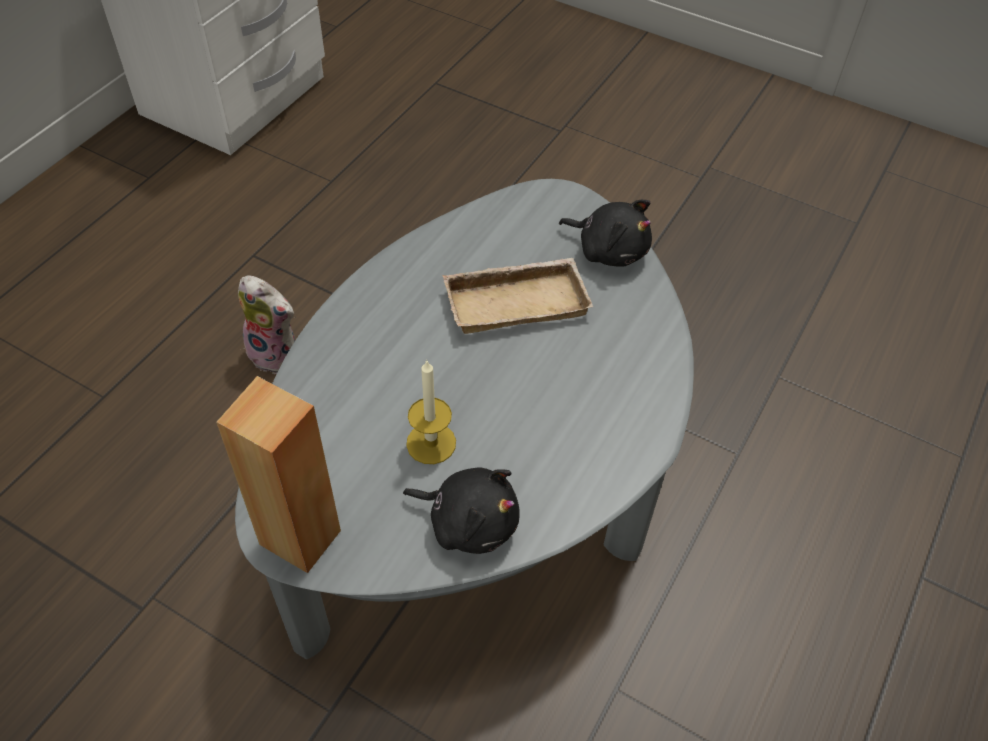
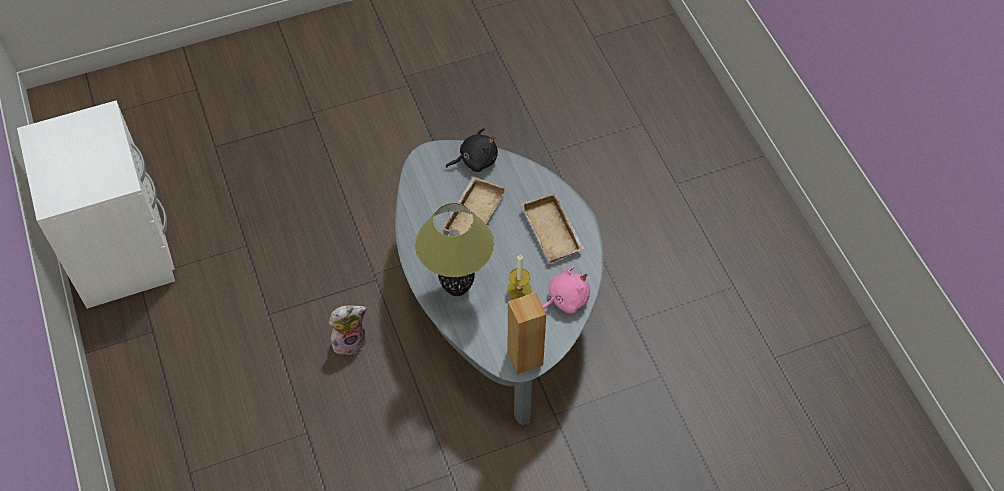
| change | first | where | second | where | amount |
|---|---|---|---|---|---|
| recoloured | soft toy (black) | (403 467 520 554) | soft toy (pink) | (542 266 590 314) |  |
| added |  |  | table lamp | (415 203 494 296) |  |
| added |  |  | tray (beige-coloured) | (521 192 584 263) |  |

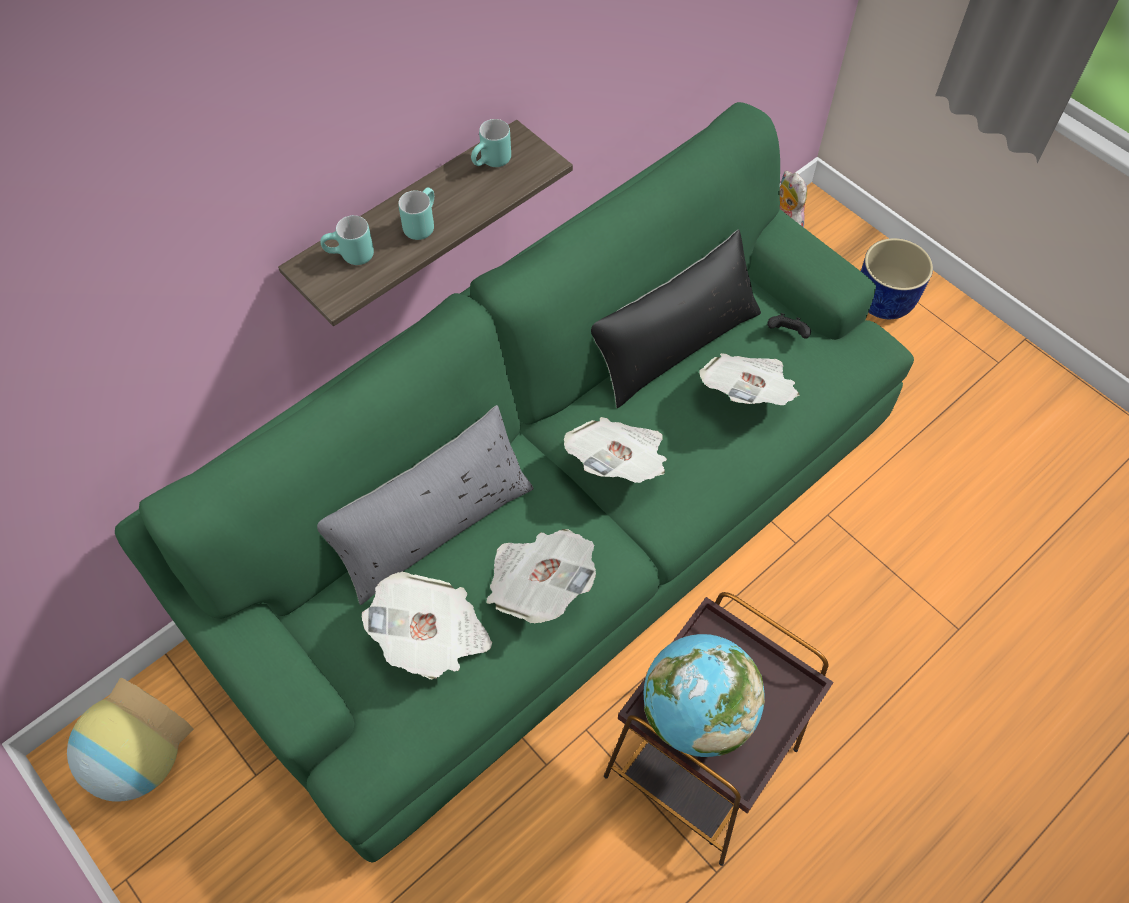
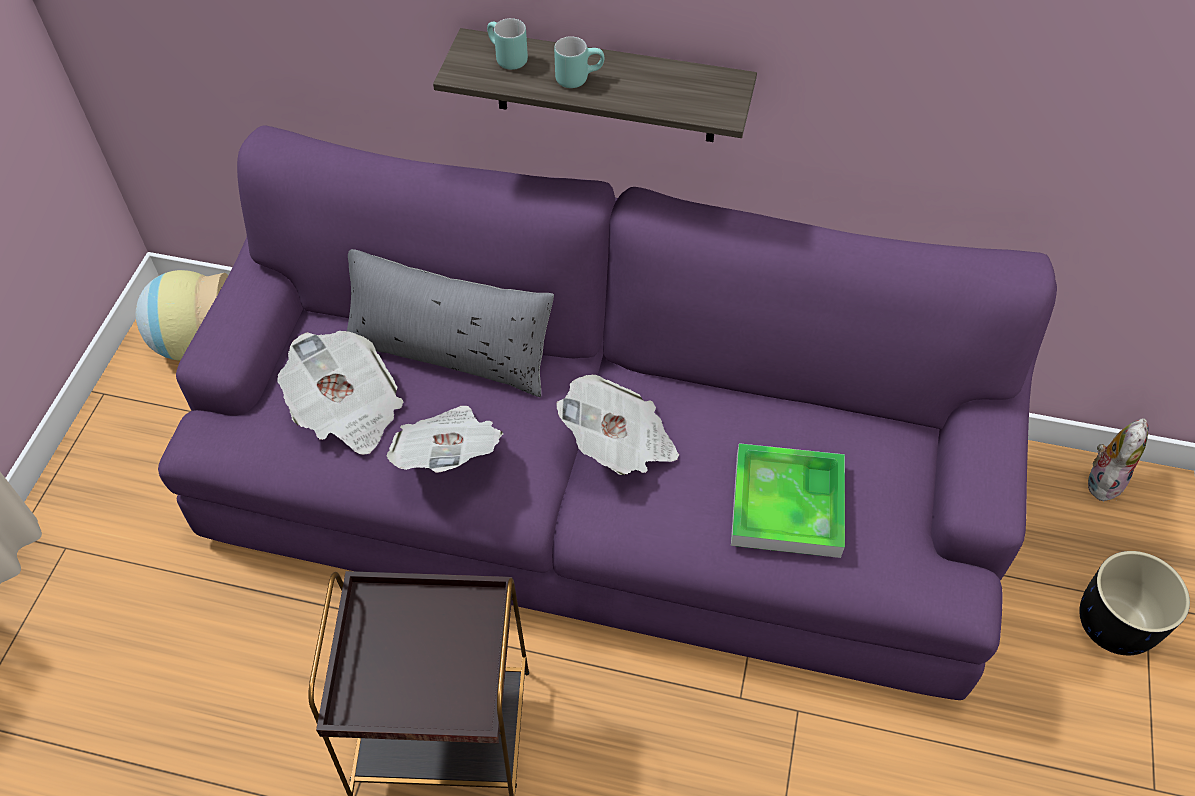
| change | first | where | second | where | amount |
|---|---|---|---|---|---|
| recoloured | settee (green) | (115 102 914 863) | settee (purplish) | (158 126 1057 700) |  |
| removed | tea mug (blue-green) | (471 119 511 167) |  |  |  |
| removed | pillow (black) | (591 229 761 408) |  |  |  |
| removed | world globe | (644 634 765 757) |  |  |  |
| replaced | daily paper | (699 353 800 405) | tray | (731 443 845 558) |  |
| removed | joypad (black) | (767 313 811 339) |  |  |  |
| recoloured | flower pot (bluish) | (861 238 933 319) | flower pot (black) | (1079 551 1190 655) |  |

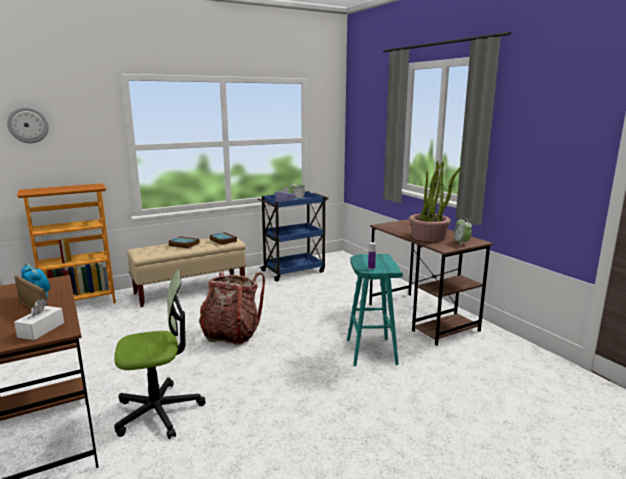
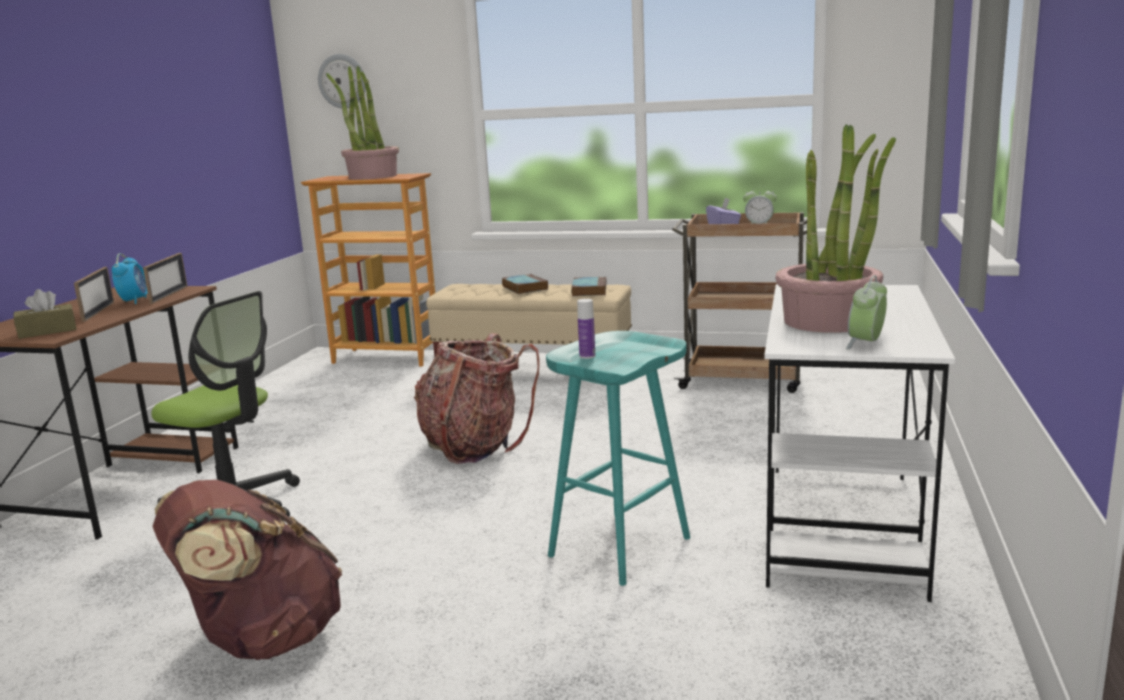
| change | first | where | second | where | amount |
|---|---|---|---|---|---|
| recoloured | tissue holder (white) | (14 299 64 340) | tissue holder (brownish) | (14 289 76 339) |  |
| recoloured | wheeled cart (bluish) | (258 191 329 281) | wheeled cart (brownish) | (672 212 807 393) |  |
| recoloured | desk table (brownish) | (369 219 493 346) | desk table (white) | (764 284 955 602) |  |
| added |  |  | standing frame | (143 253 187 304) |  |
| added |  |  | rucksack (brownish) | (152 480 343 660) |  |
| added |  |  | plant in a pot | (326 66 399 180) |  |

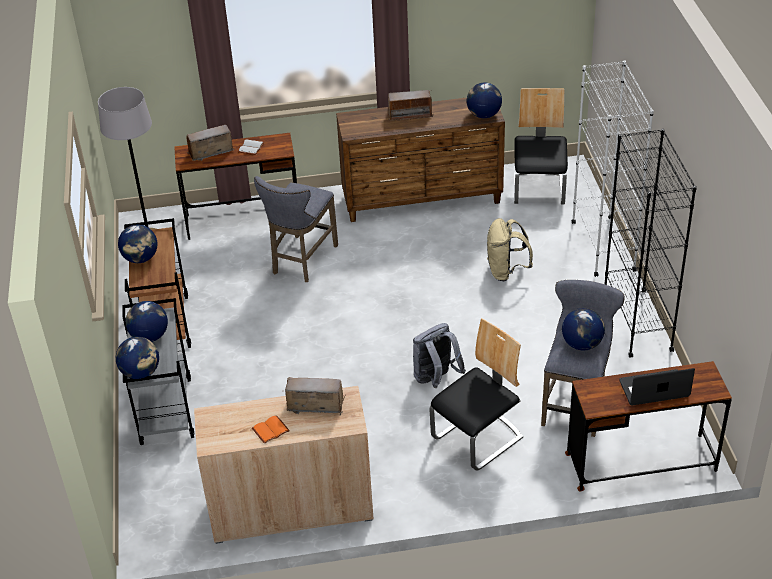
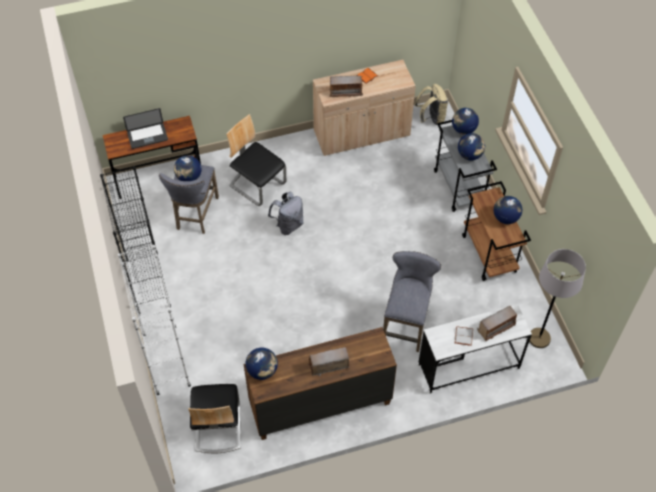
| change | first | where | second | where | amount |
|---|---|---|---|---|---|
| recoloured | desk table (brownish) | (174 133 297 240) | desk table (white) | (417 304 532 394) |  |
| turned | plain chair | (429 318 523 471) |  | (226 114 286 206) | 90 degrees clockwise |
| moved | rucksack (beige-coloured) | (487 218 533 281) |  | (415 84 448 125) |  |

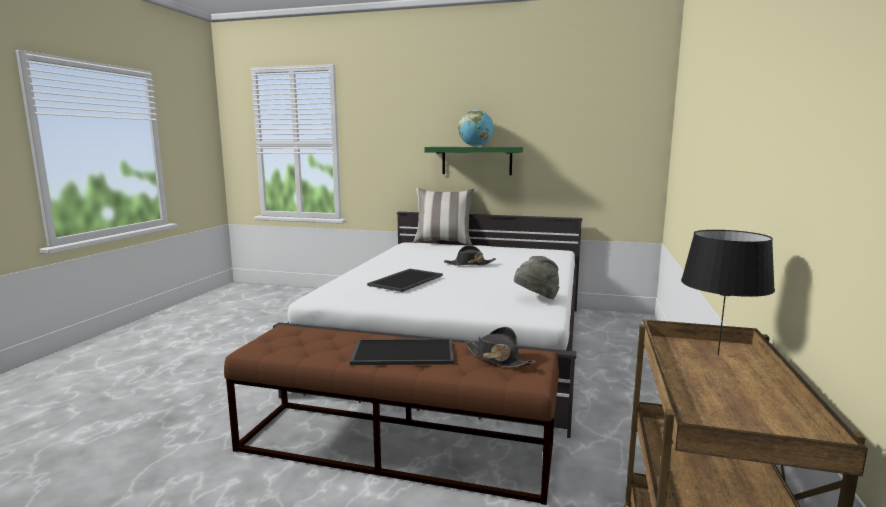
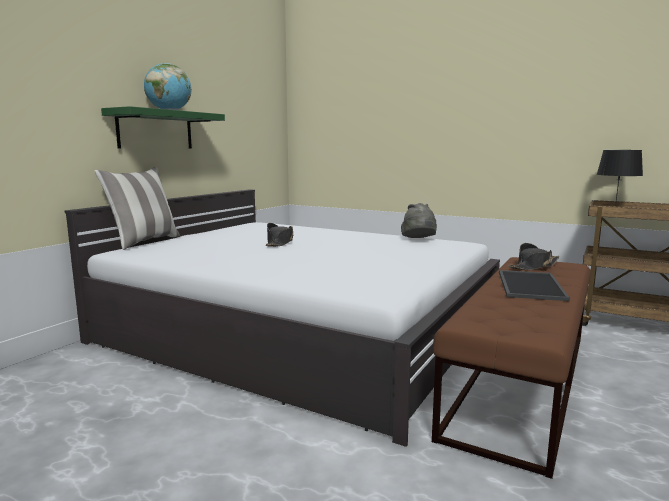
| change | first | where | second | where | amount |
|---|---|---|---|---|---|
| removed | tray | (367 269 443 292) |  |  |  |

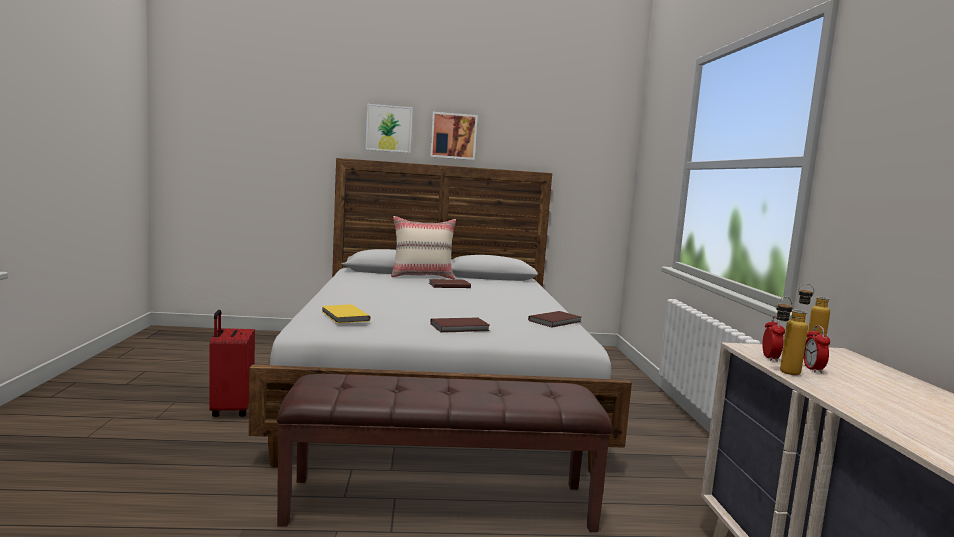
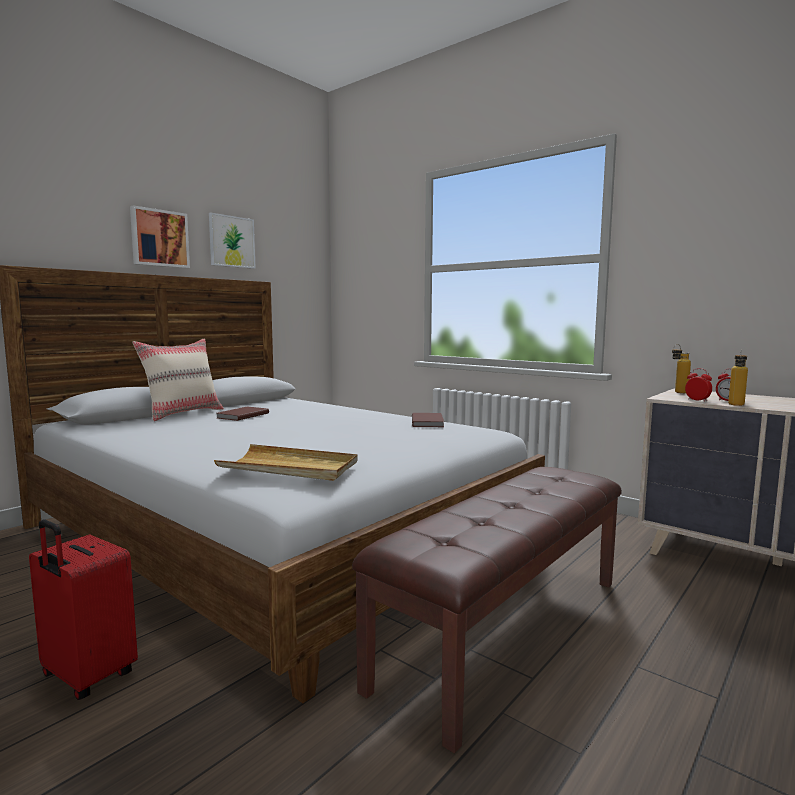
| change | first | where | second | where | amount |
|---|---|---|---|---|---|
| replaced | book (yellow) | (322 304 371 323) | tray (beige-coloured) | (214 444 358 481) |  |
| moved | picture | (366 104 413 153) |  | (209 212 256 269) |  |
| removed | book (brownish) | (430 317 489 333) |  |  |  |

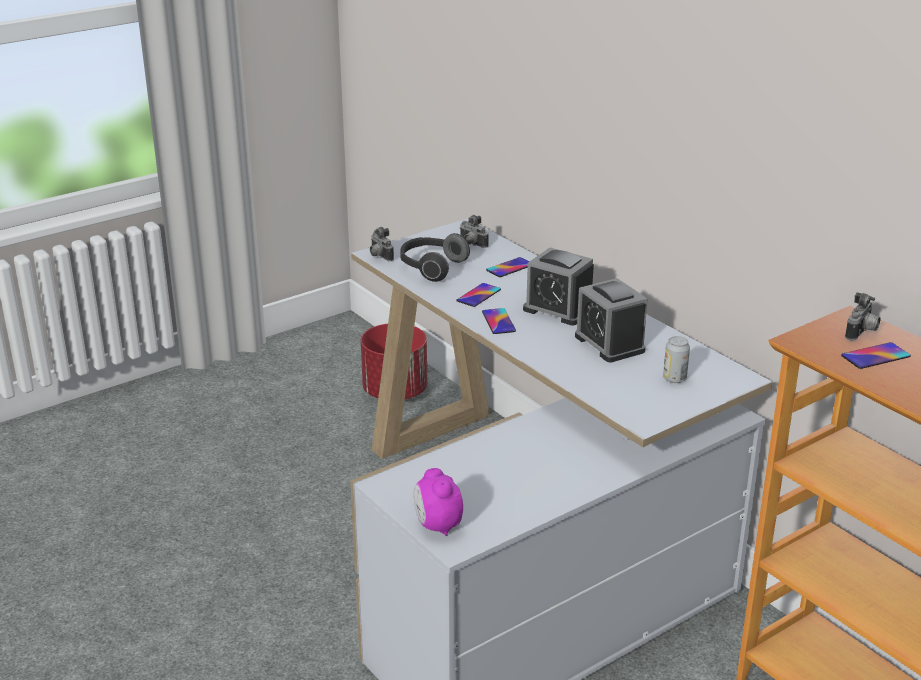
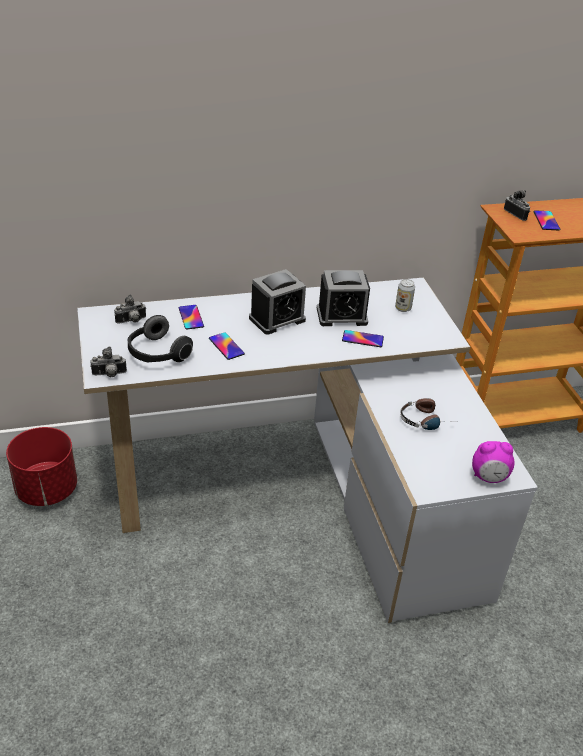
| change | first | where | second | where | amount |
|---|---|---|---|---|---|
| moved | telephone | (482 308 516 334) |  | (342 330 384 347) |  |
| added |  |  | headset | (400 398 453 430) |  |

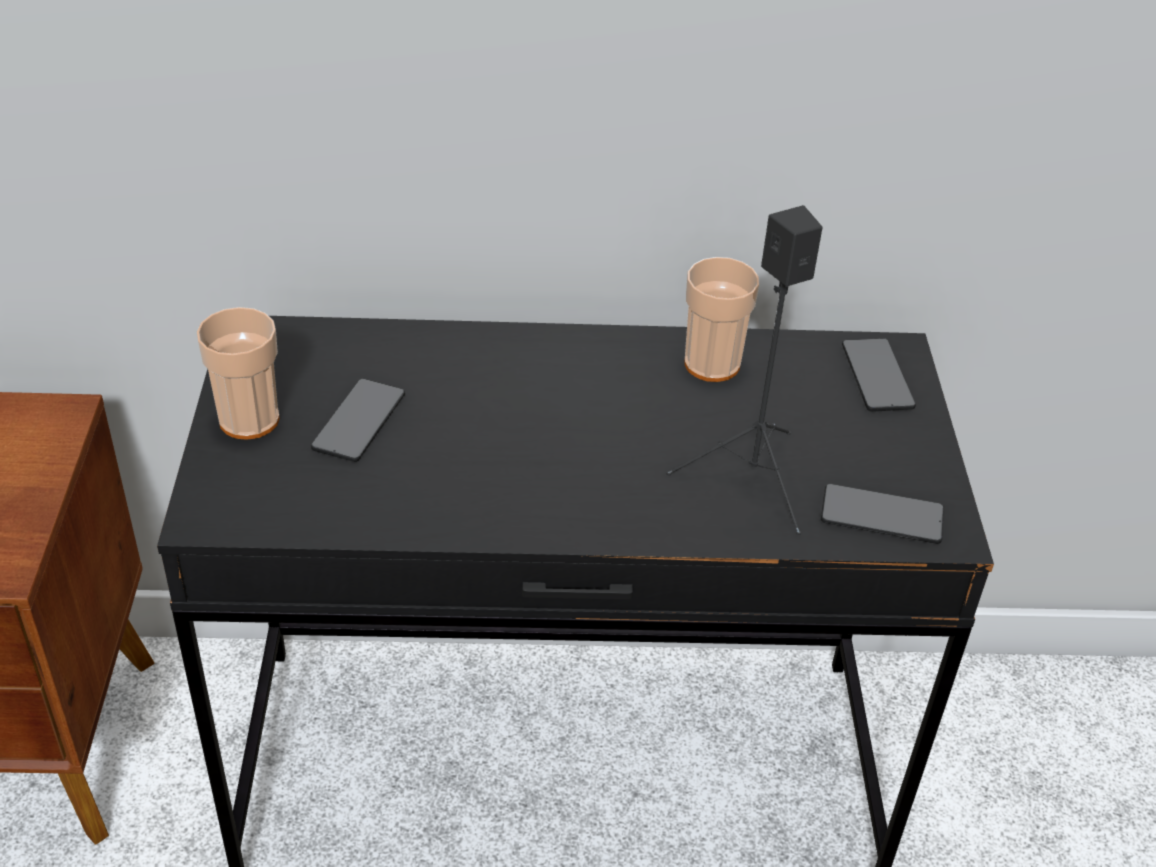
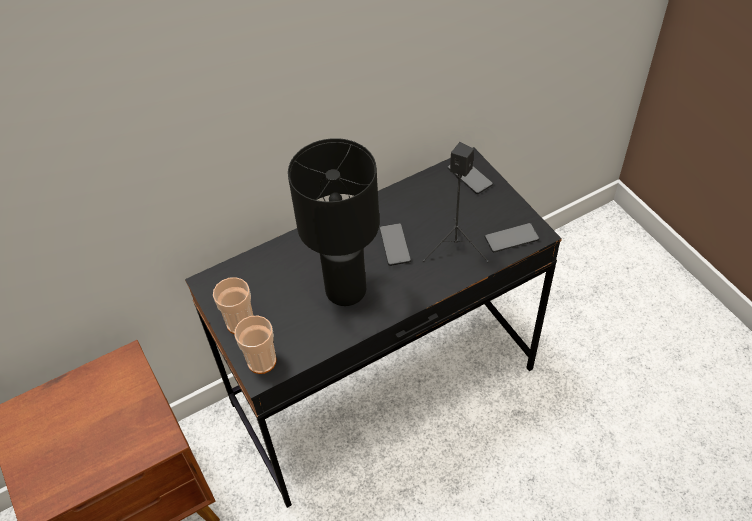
| change | first | where | second | where | amount |
|---|---|---|---|---|---|
| moved | telephone | (311 378 405 462) |  | (379 223 411 266) |  |
| moved | drinking cup | (684 257 759 382) |  | (234 315 276 374) |  |
| added |  |  | table lamp (black) | (288 138 379 306) |  |

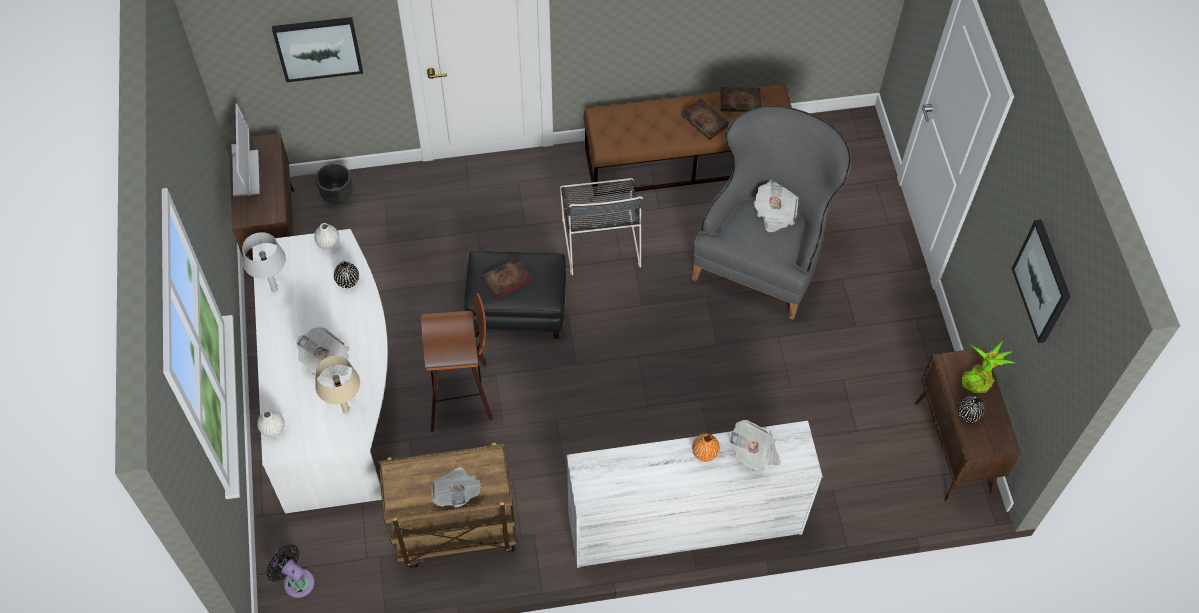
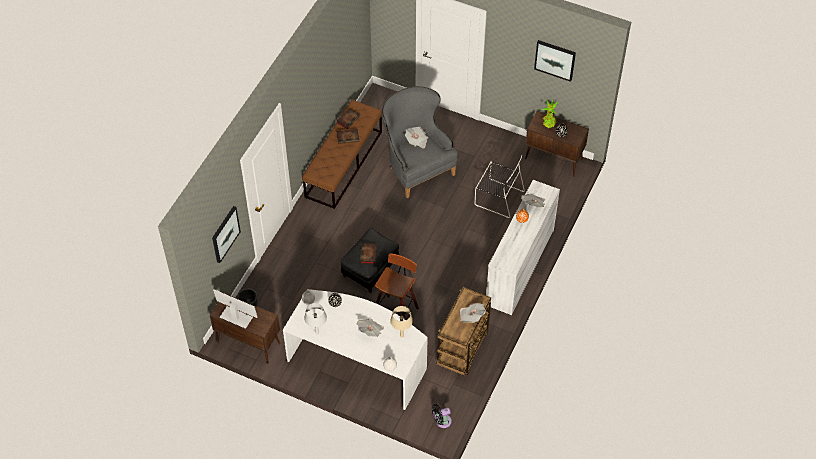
| change | first | where | second | where | amount |
|---|---|---|---|---|---|
| moved | plain chair (black) | (560 178 644 275) |  | (475 155 525 218) |  |

